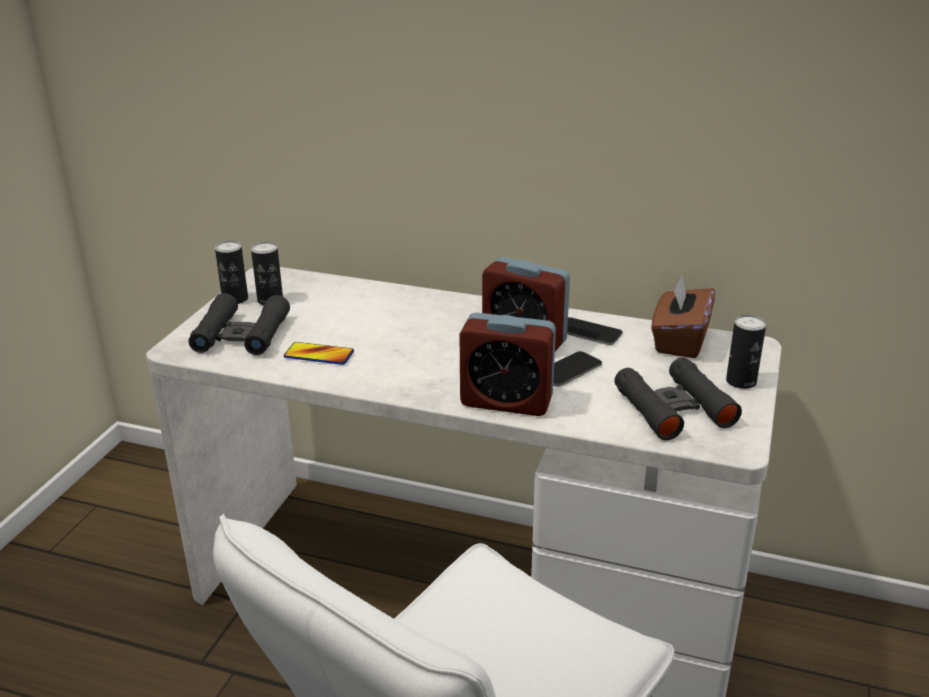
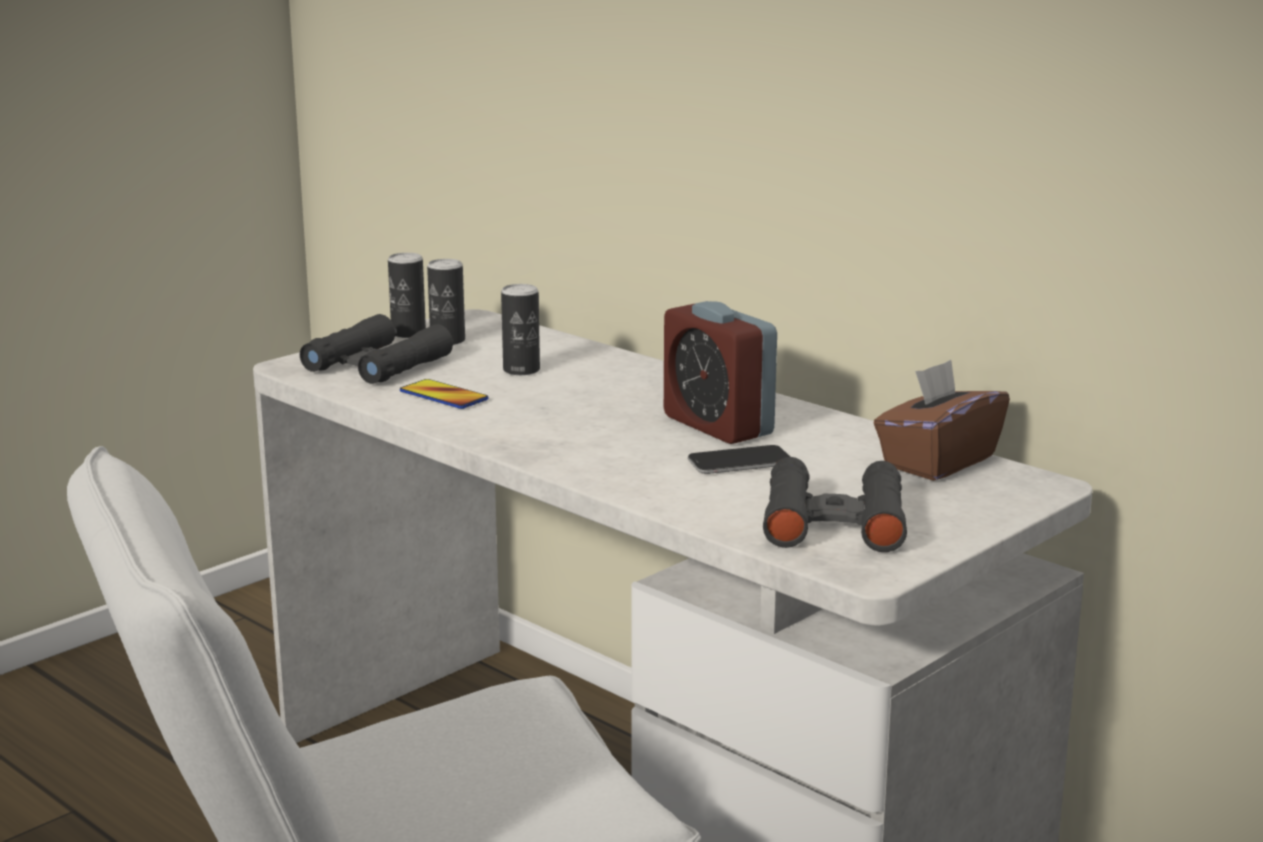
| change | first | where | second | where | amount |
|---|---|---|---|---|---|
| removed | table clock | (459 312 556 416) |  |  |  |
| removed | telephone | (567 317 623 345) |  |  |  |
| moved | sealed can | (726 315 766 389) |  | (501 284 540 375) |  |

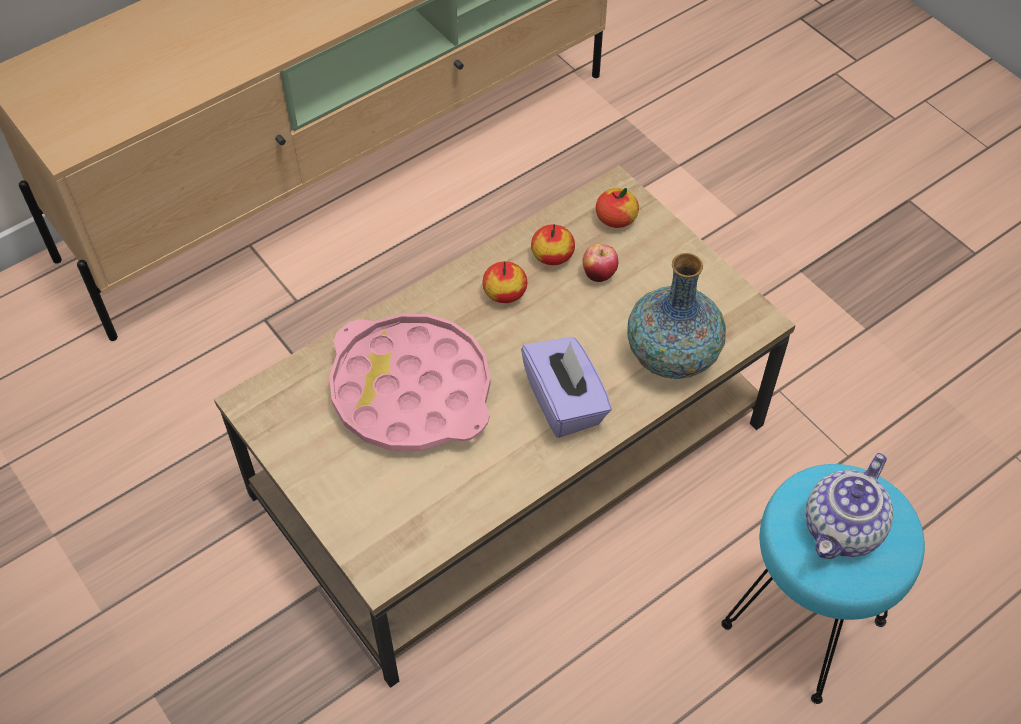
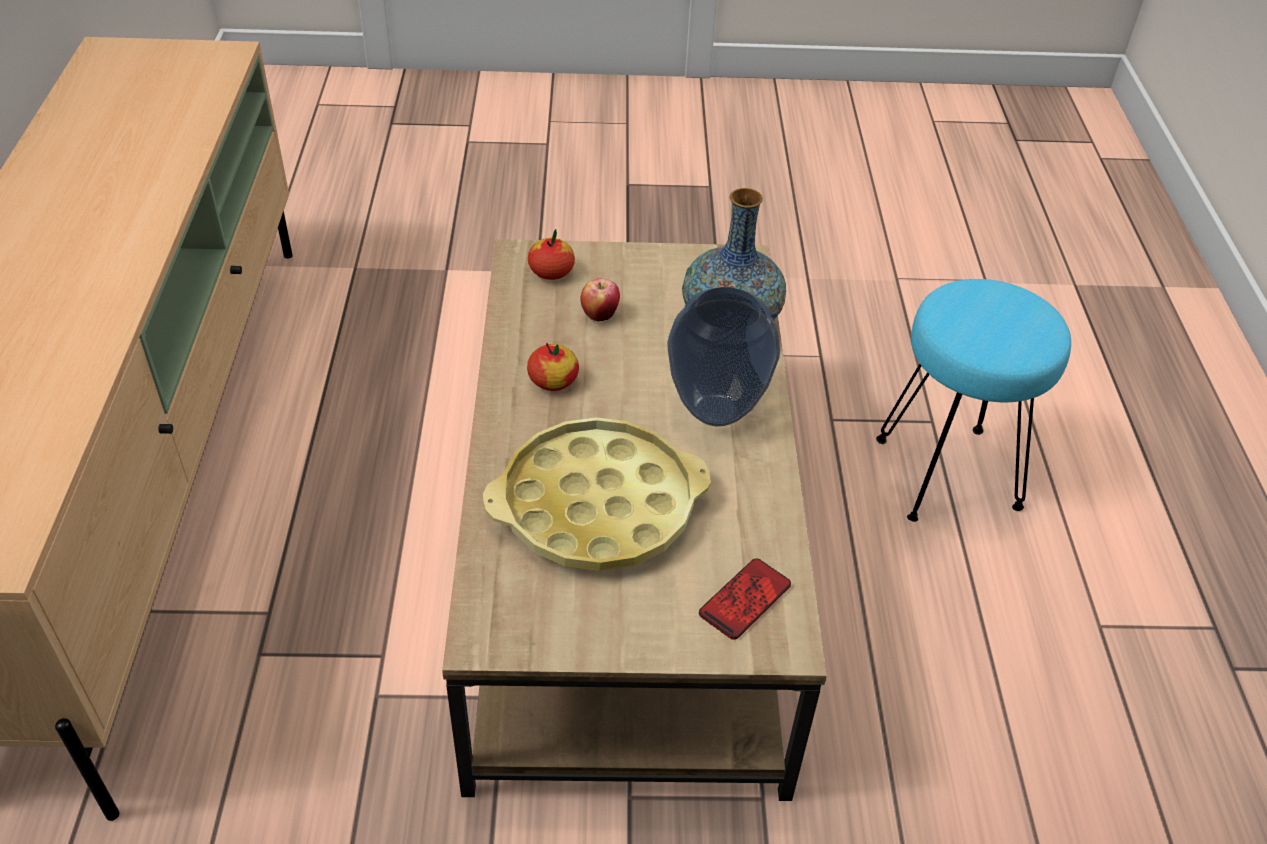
| change | first | where | second | where | amount |
|---|---|---|---|---|---|
| recoloured | tray (pink) | (329 314 491 451) | tray (yellow) | (483 417 711 571) |  |
| replaced | tissue holder (purplish) | (521 337 612 438) | decorative vase | (667 287 780 426) |  |
| removed | whole apple | (531 224 575 265) |  |  |  |
| removed | pot for tea | (805 453 893 559) |  |  |  |
| added |  |  | telephone | (699 558 791 640) |  |

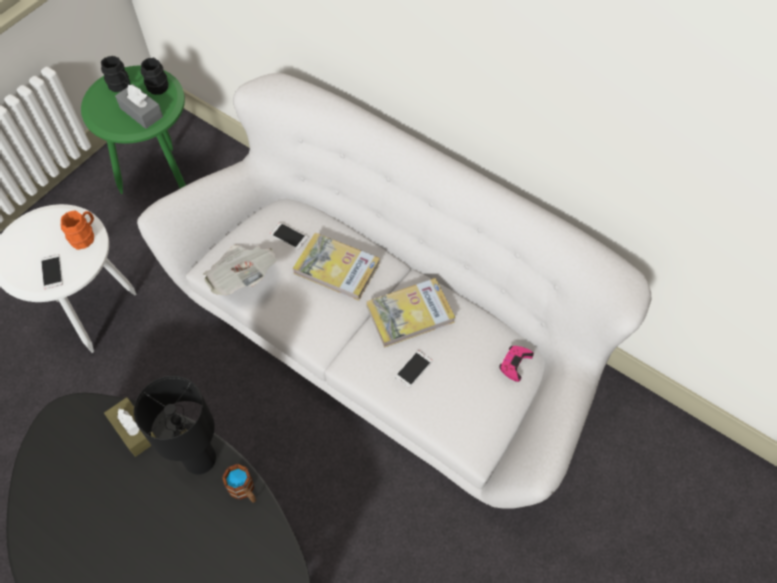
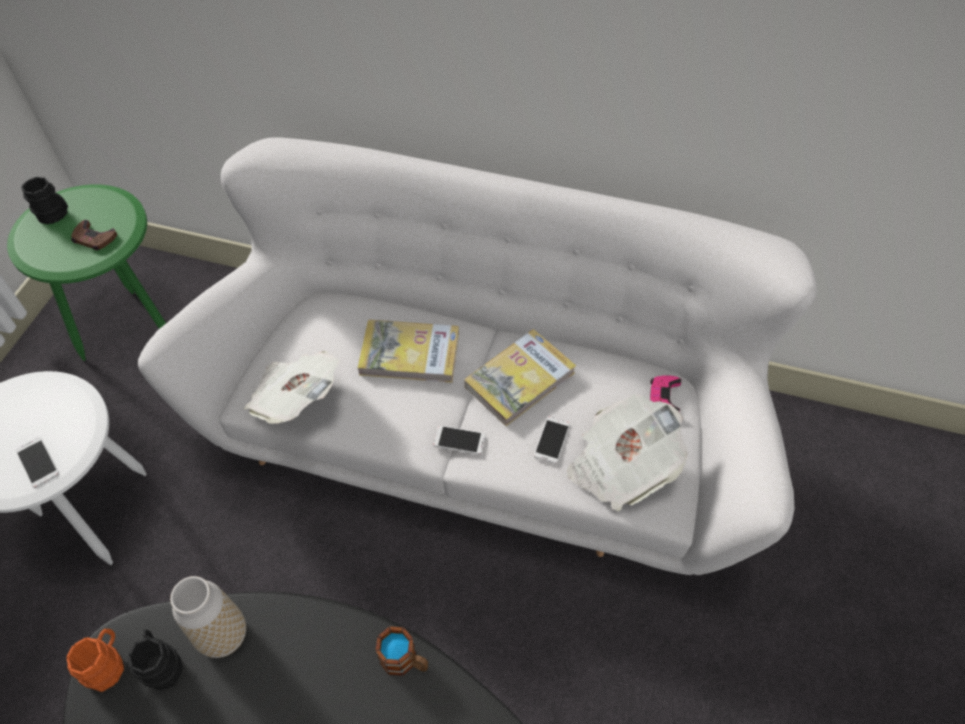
| change | first | where | second | where | amount |
|---|---|---|---|---|---|
| moved | tea mug (orangey) | (61 210 94 250) |  | (66 629 124 692) |  |
| replaced | tissue holder (brownish) | (104 397 156 457) | decorative vase | (170 576 246 658) |  |
| replaced | tissue holder (grey) | (115 84 163 129) | joypad (brownish) | (71 220 117 250) |  |
| removed | table lamp (black) | (134 376 216 475) |  |  |  |
| moved | tea mug (black) | (141 57 168 95) |  | (128 630 183 690) |  |
| moved | telephone | (270 223 308 249) |  | (433 426 486 454) |  |
| added |  |  | daily paper | (567 394 687 511) |  |

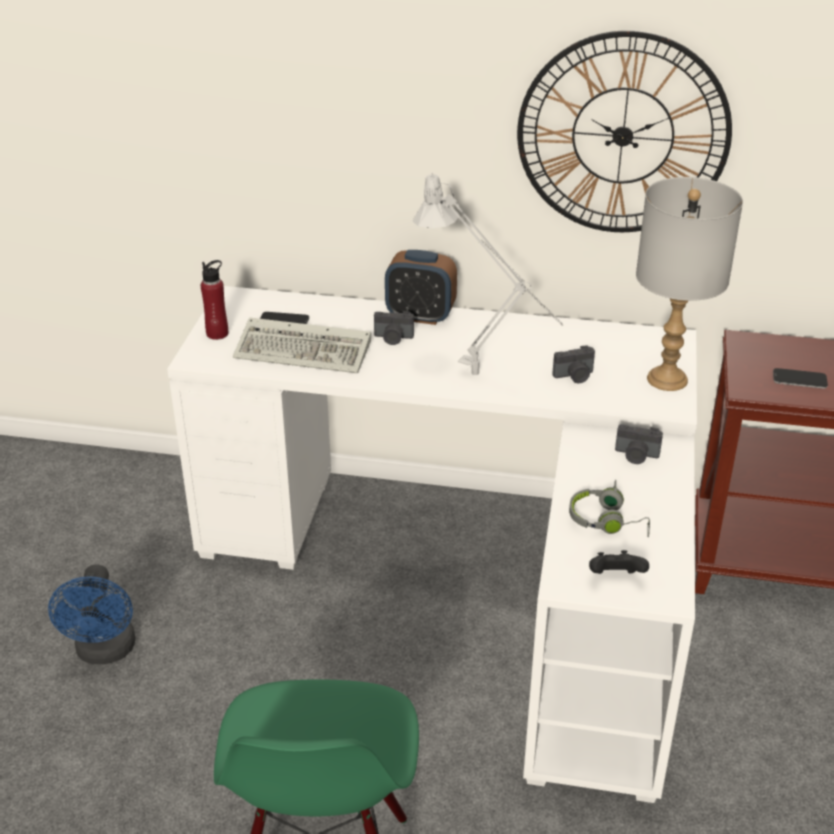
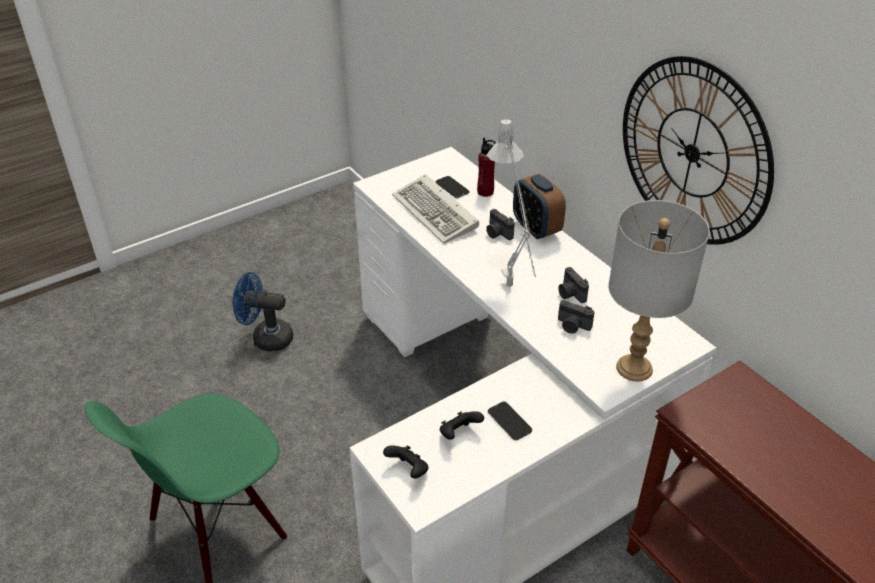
| change | first | where | second | where | amount |
|---|---|---|---|---|---|
| turned | electric fan (bluish) | (48 564 135 664) |  | (233 272 293 351) | 60 degrees clockwise |
| moved | drink bottle (red-coloured) | (201 260 228 340) |  | (477 138 496 197) |  |
| replaced | headset (grey) | (569 480 650 537) | joypad (black) | (440 411 484 440) |  |
| moved | photo camera | (615 424 663 464) |  | (558 267 589 303) |  |
| moved | telephone | (773 368 828 389) |  | (488 401 532 441) |  |

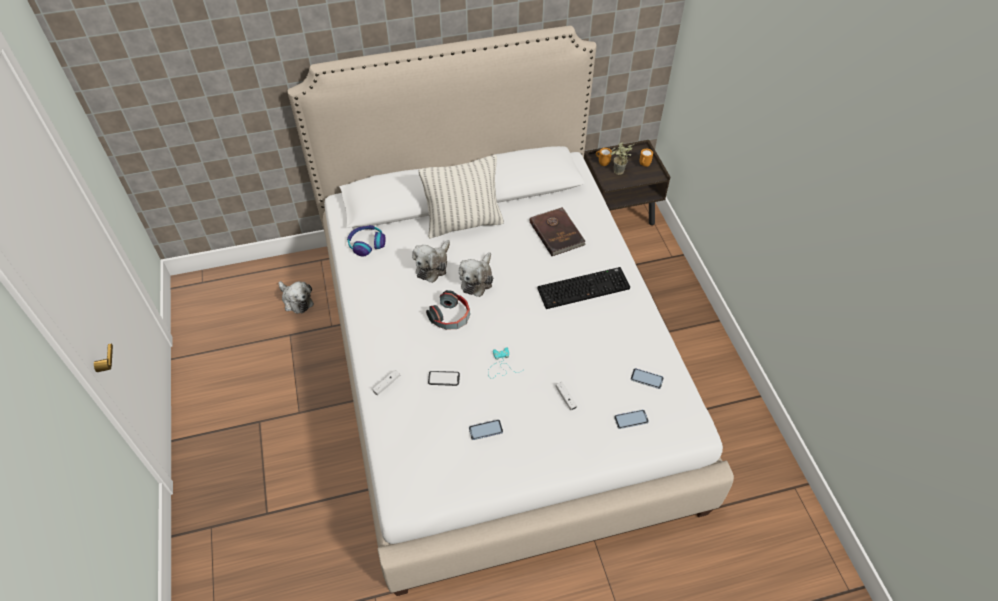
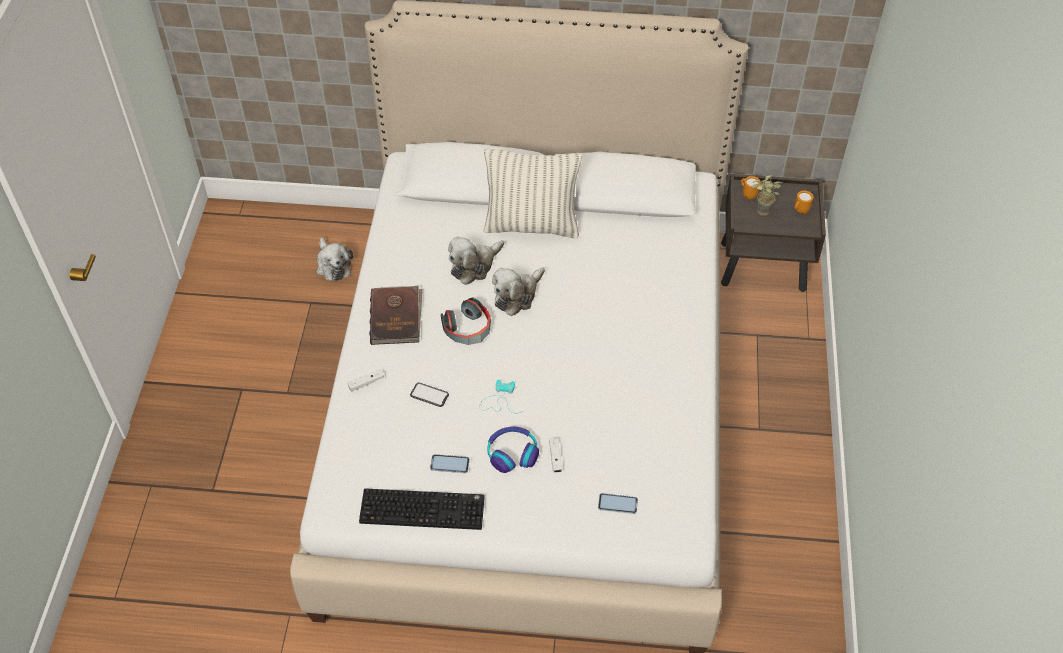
| change | first | where | second | where | amount |
|---|---|---|---|---|---|
| moved | headset | (347 225 386 256) |  | (487 426 539 473) |  |
| moved | book (brownish) | (529 207 586 256) |  | (369 285 422 345) |  |
| moved | keyboard | (538 267 630 309) |  | (359 488 485 530) |  |
| removed | telephone | (631 368 664 389) |  |  |  |

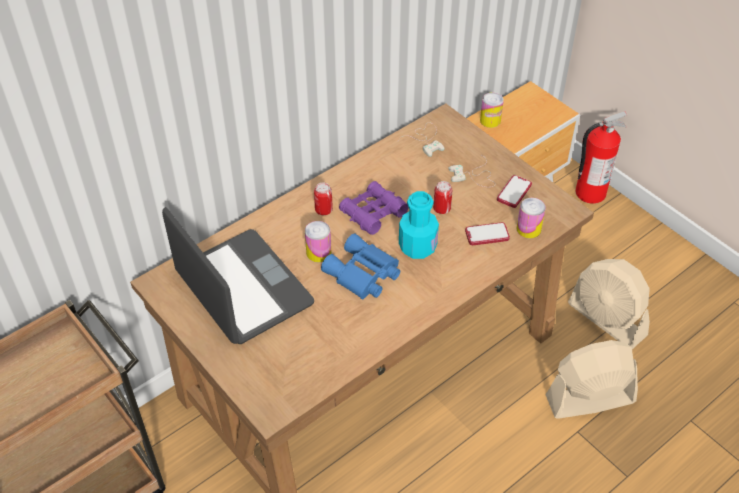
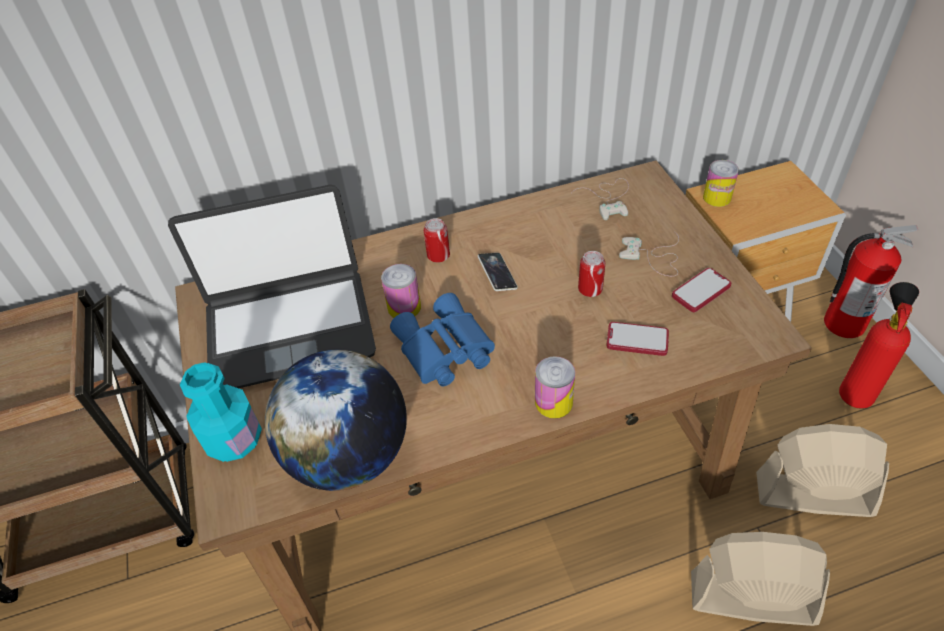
| change | first | where | second | where | amount |
|---|---|---|---|---|---|
| turned | notebook computer | (162 207 314 344) |  | (168 185 376 388) | 90 degrees clockwise |
| replaced | binoculars (purplish) | (339 181 408 235) | telephone | (478 253 518 291) |  |
| moved | drink bottle (blue-green) | (399 191 439 259) |  | (180 362 262 462) |  |
| moved | sealed can | (517 198 546 238) |  | (535 356 575 418) |  |
| turned | electric fan (beige-coloured) | (568 259 650 349) |  | (756 424 889 517) | 120 degrees clockwise |
| added |  |  | world globe | (265 350 407 491) |  |
| added |  |  | extinguisher | (839 282 919 409) |  |

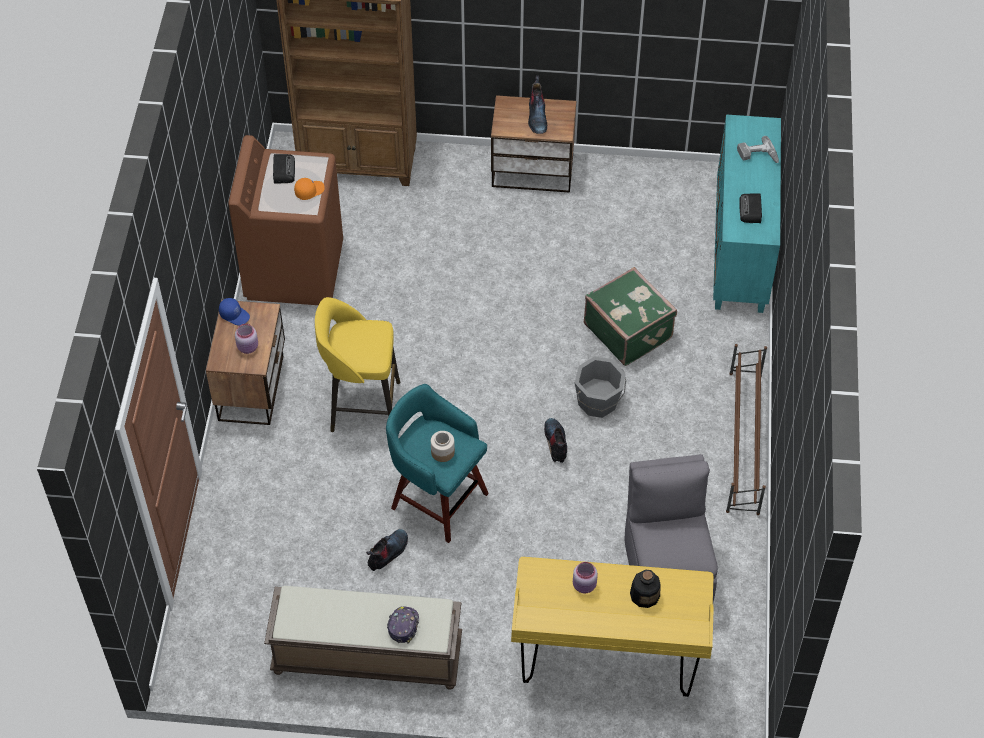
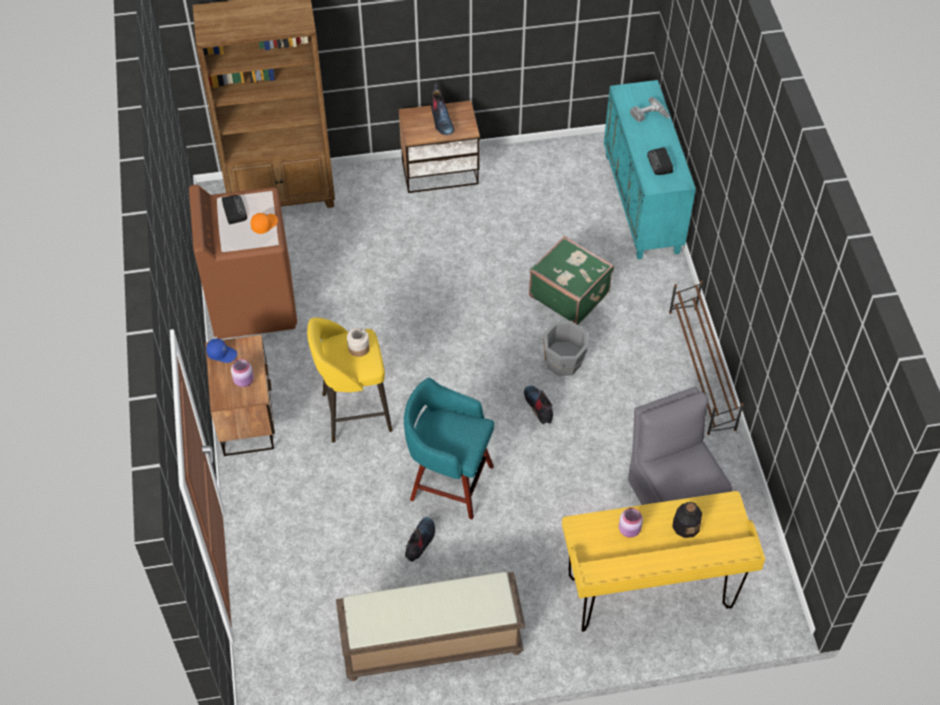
| change | first | where | second | where | amount |
|---|---|---|---|---|---|
| removed | cap | (387 606 419 644) |  |  |  |
| moved | jar | (431 431 455 462) |  | (347 328 370 357) |  |

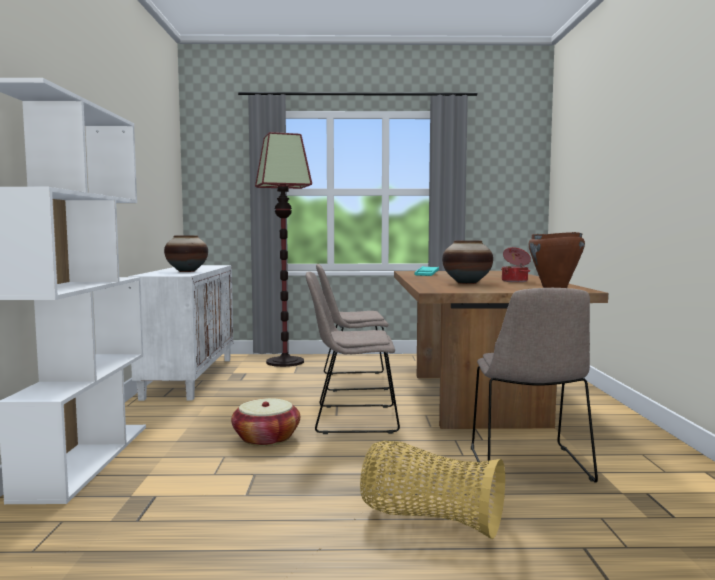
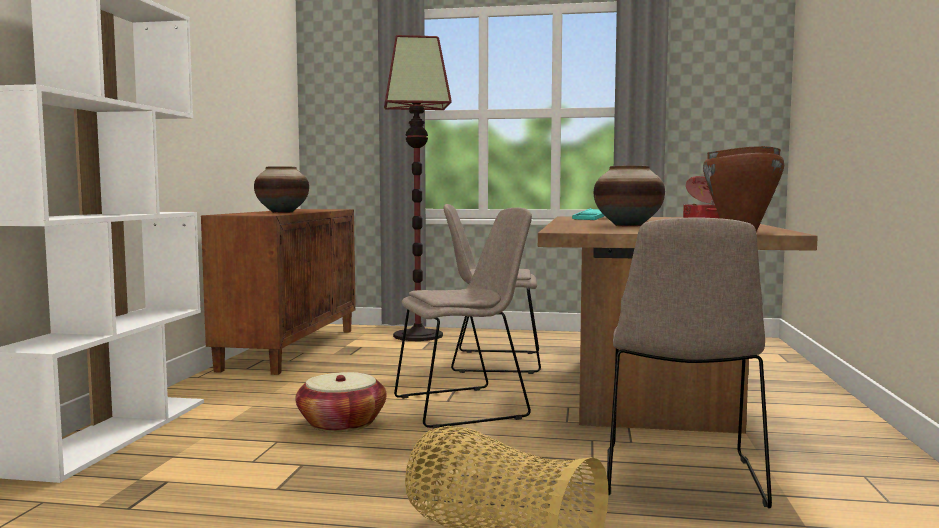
| change | first | where | second | where | amount |
|---|---|---|---|---|---|
| recoloured | storage cabinet (white) | (128 265 233 401) | storage cabinet (brownish) | (201 209 356 375) |  |
| turned | plain chair (beige-coloured) | (306 272 400 434) |  | (394 207 532 429) | 150 degrees clockwise |

